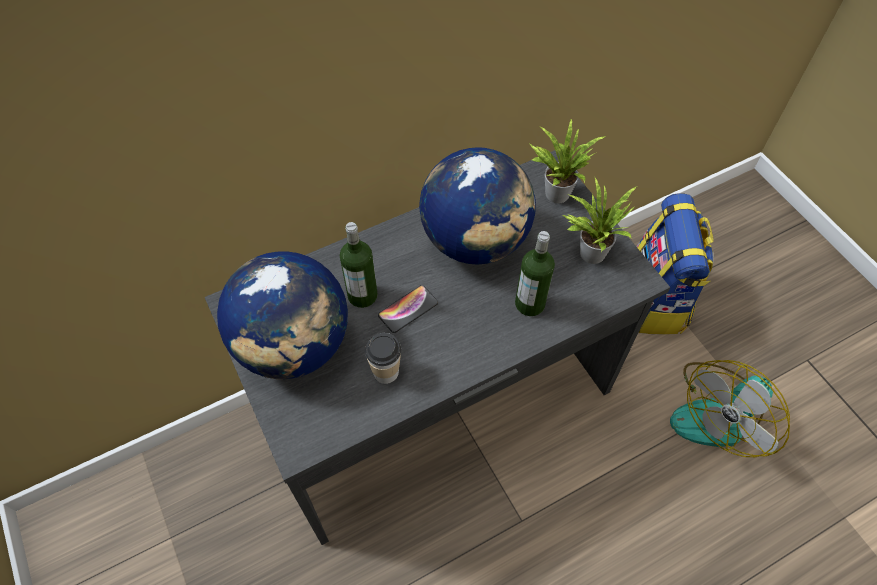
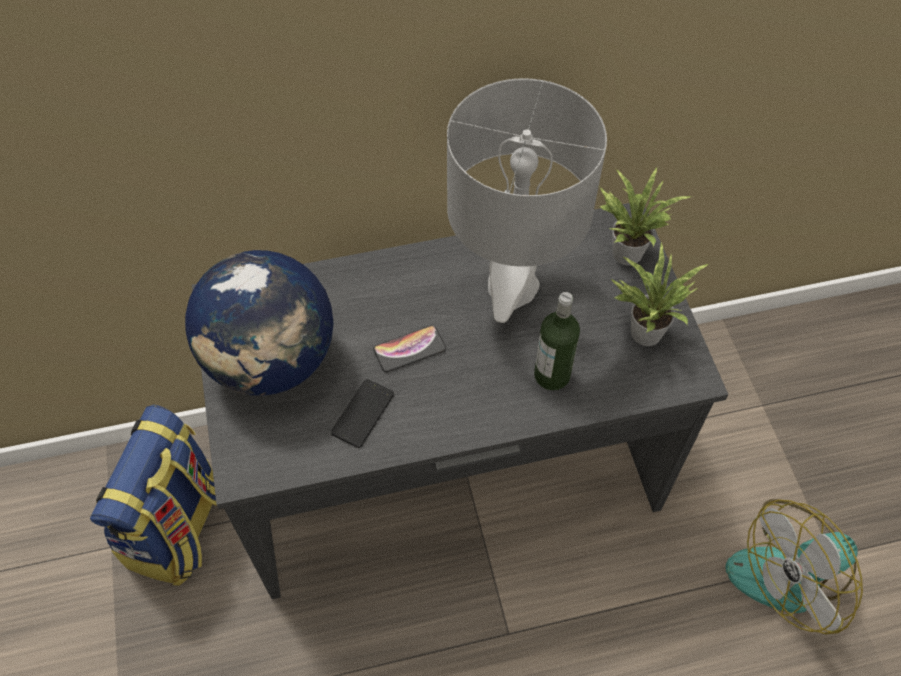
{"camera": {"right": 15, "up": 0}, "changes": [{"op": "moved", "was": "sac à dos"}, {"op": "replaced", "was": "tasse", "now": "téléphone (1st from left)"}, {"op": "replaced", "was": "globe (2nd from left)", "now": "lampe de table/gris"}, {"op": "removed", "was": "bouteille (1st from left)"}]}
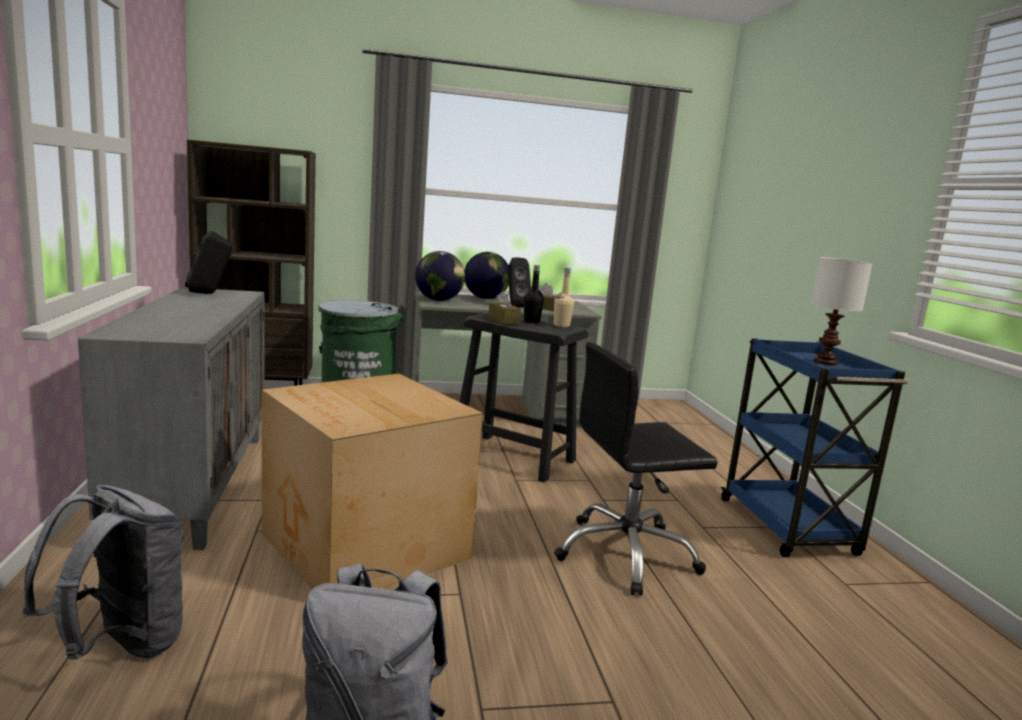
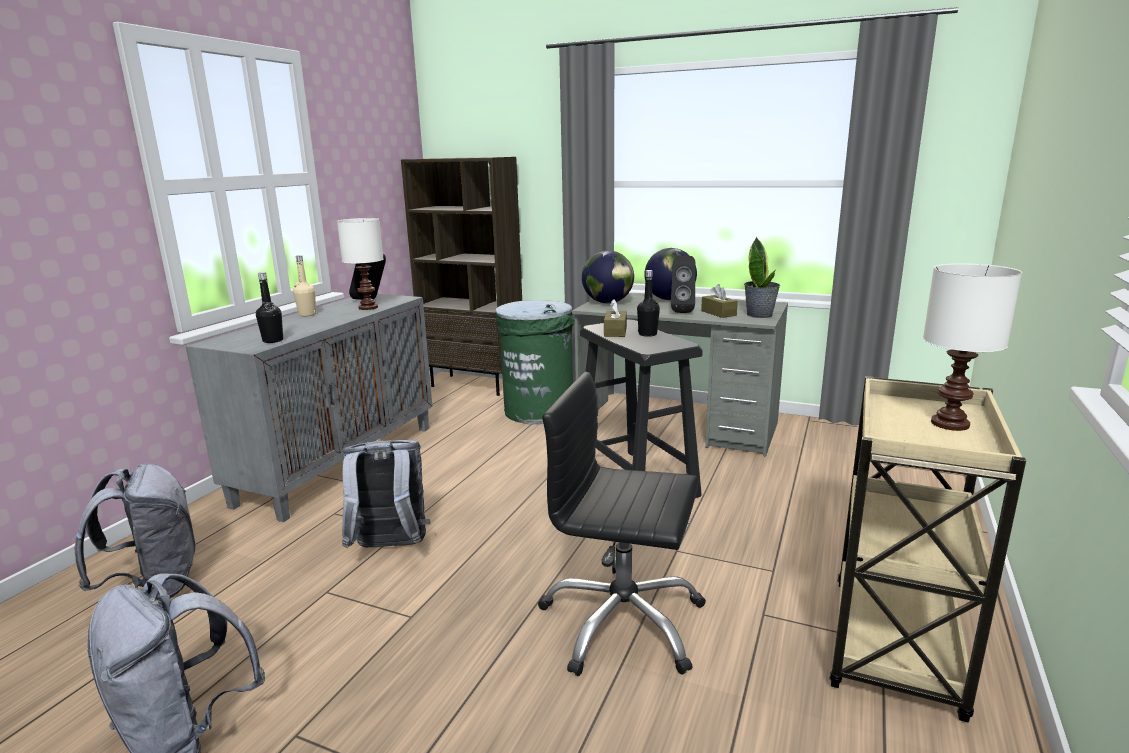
{"camera": {"right": 35, "up": 5}, "changes": [{"op": "added", "now": "bouteille/noir (1st from left)"}, {"op": "moved", "was": "bouteille/beige"}, {"op": "added", "now": "lampe de table/blanc (1st from left)"}, {"op": "replaced", "was": "carton", "now": "sac à dos/gris (3rd from left)"}, {"op": "added", "now": "plante en pot"}, {"op": "recoloured", "was": "chariot/bleu", "now": "chariot/beige"}]}
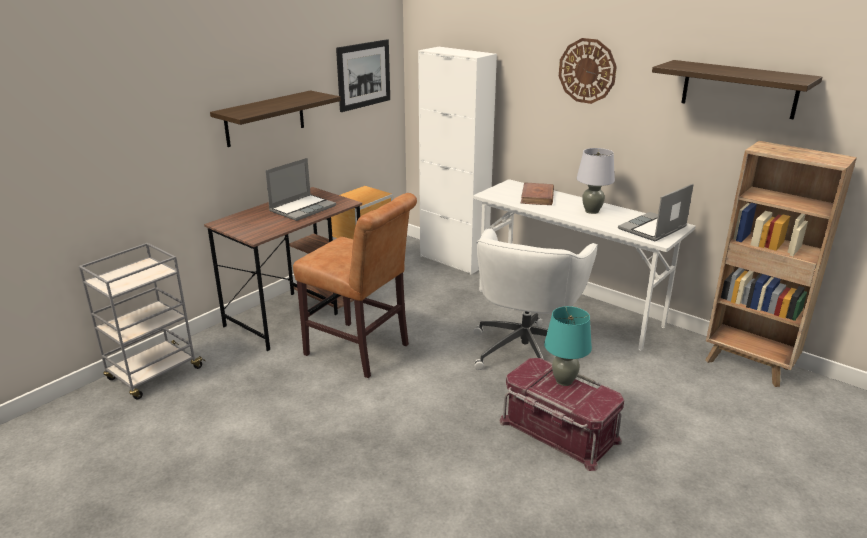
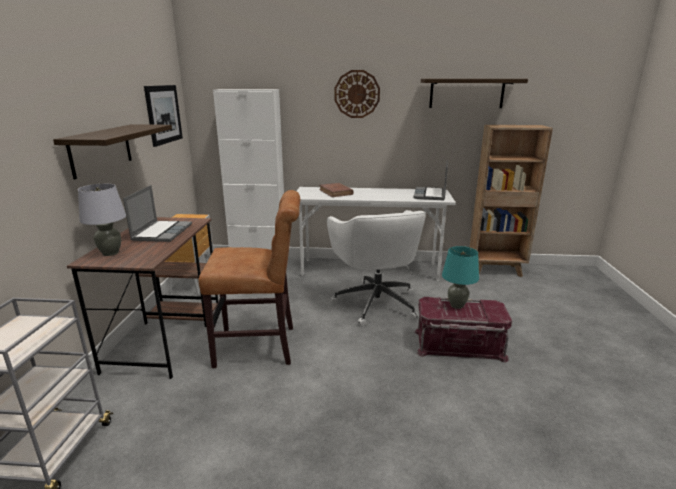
{"camera": {"right": -35, "up": -5}, "changes": [{"op": "moved", "was": "lampe de table/gris"}]}
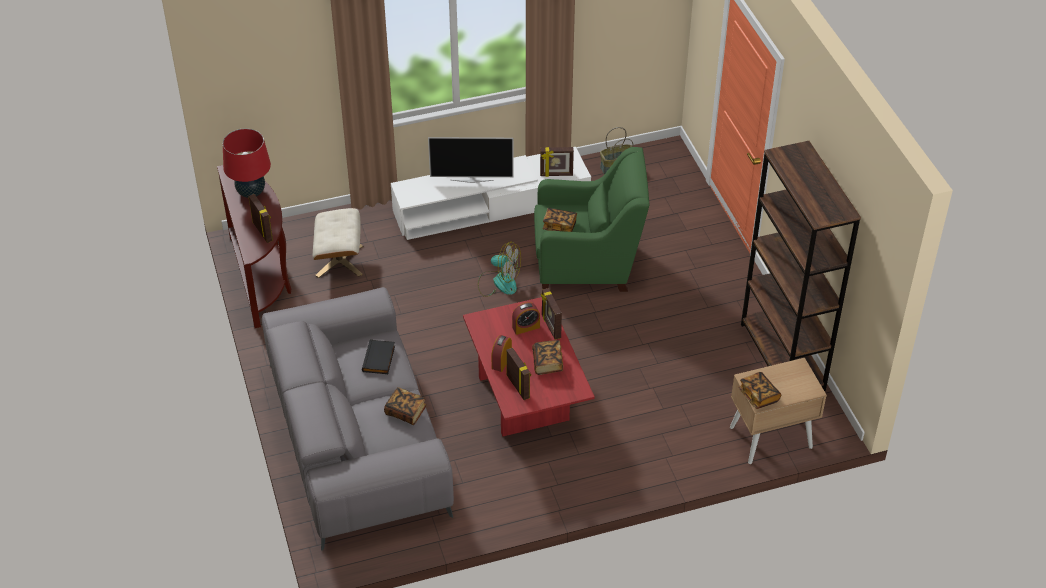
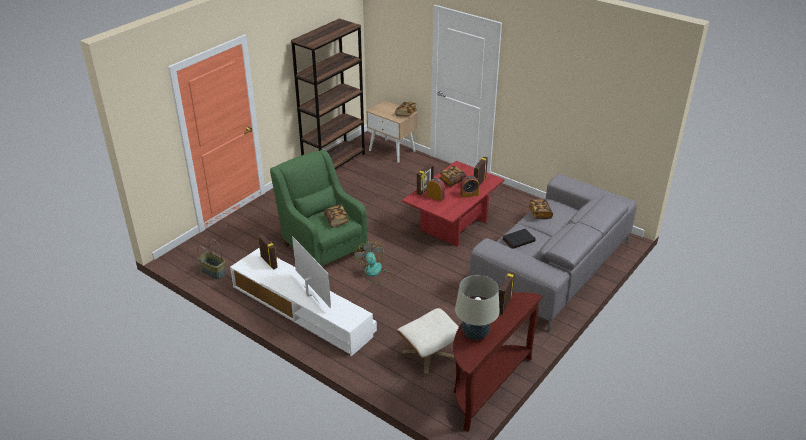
{"camera": {"right": -125, "up": -10}, "changes": [{"op": "recoloured", "was": "lampe de table/rouge", "now": "lampe de table/beige"}]}
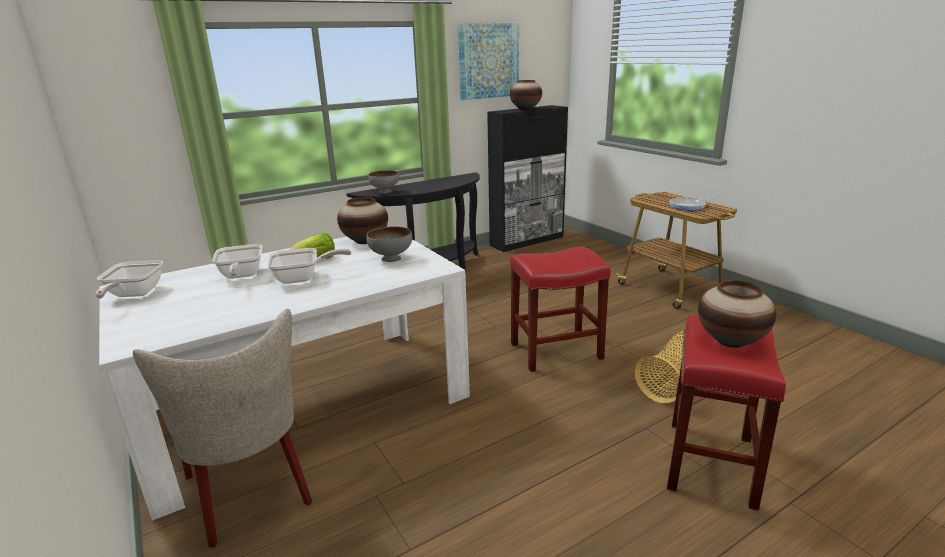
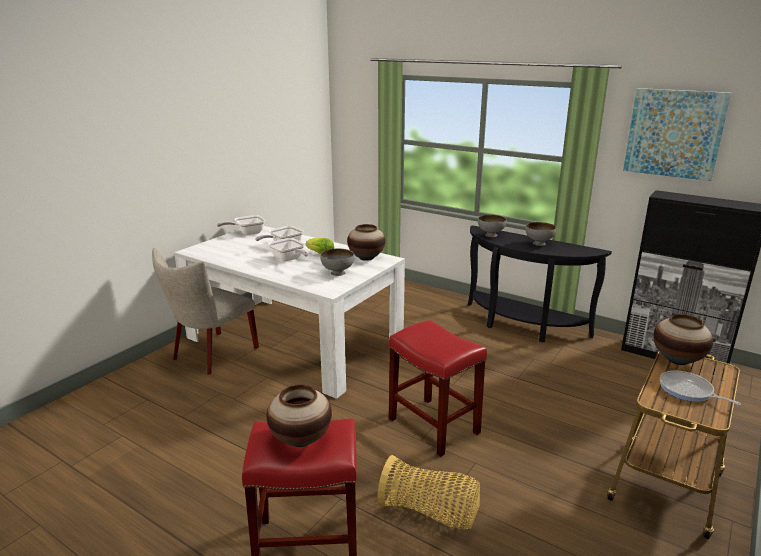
{"camera": {"right": 65, "up": 0}, "changes": [{"op": "added", "now": "bol/gris (3rd from left)"}, {"op": "moved", "was": "vase (2nd from left in the first image)", "now": "vase (3rd from left)"}]}
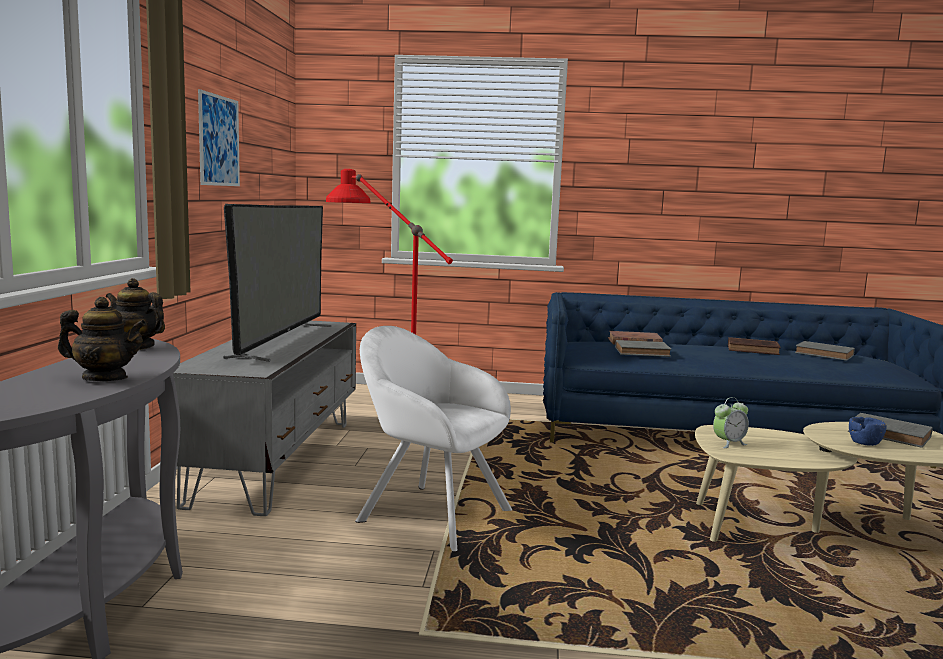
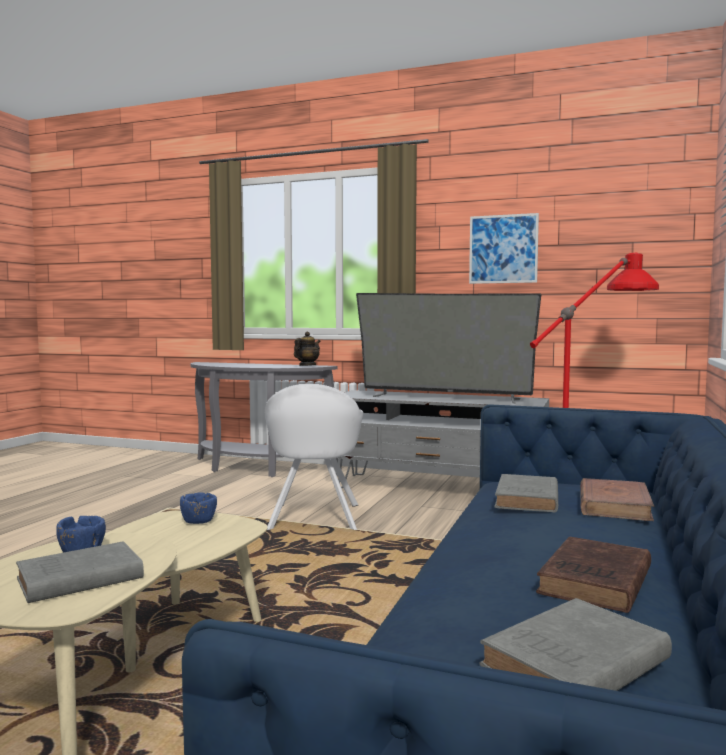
{"camera": {"right": 105, "up": -5}, "changes": [{"op": "replaced", "was": "réveil", "now": "bol/bleu (2nd from left)"}, {"op": "turned", "was": "fauteuil/blanc", "clockwise": 135}, {"op": "removed", "was": "théière (1st from left)"}]}
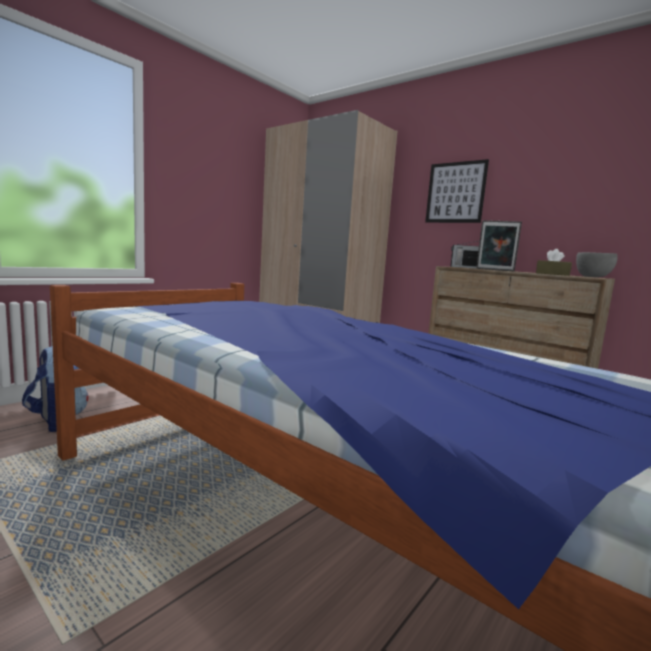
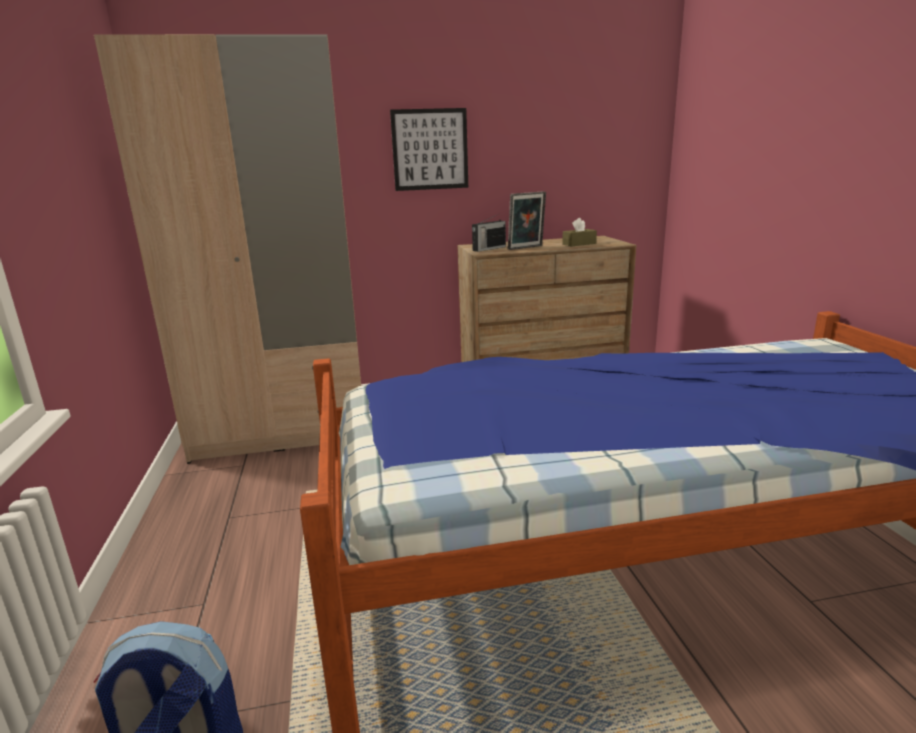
{"camera": {"right": -50, "up": 10}, "changes": [{"op": "removed", "was": "bol/gris"}]}
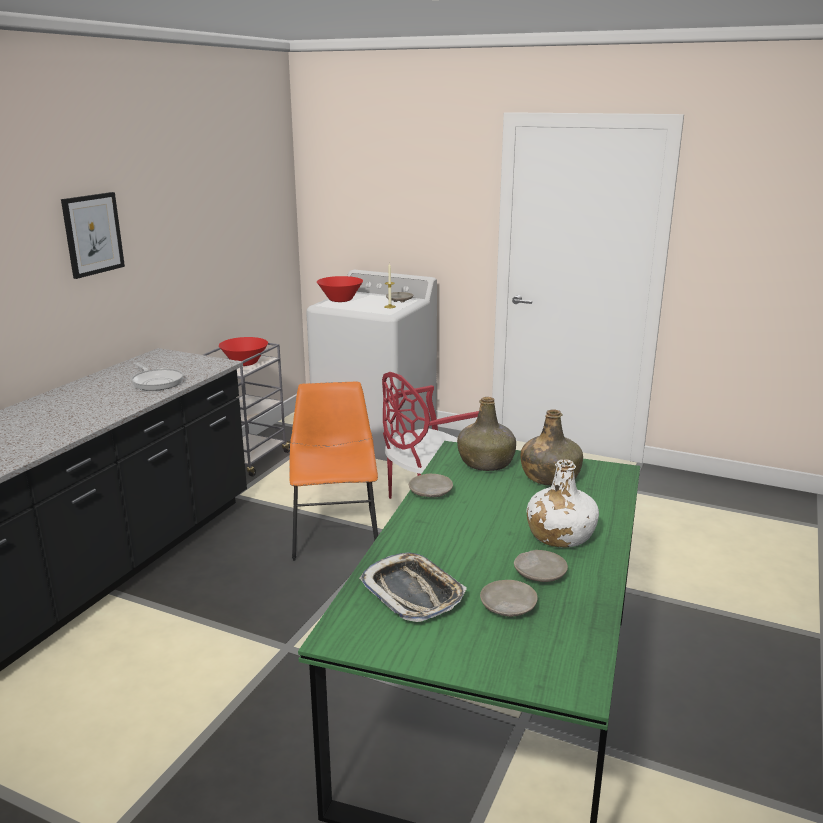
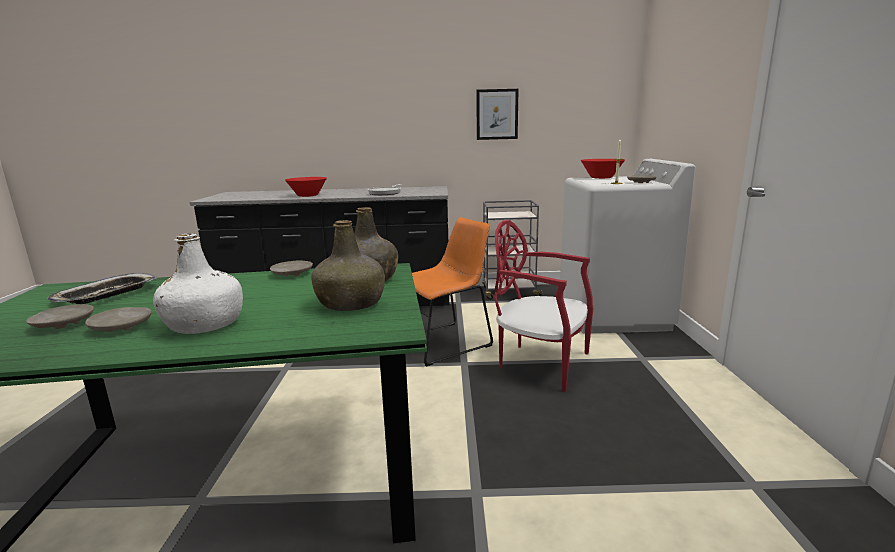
{"camera": {"right": 65, "up": -5}, "changes": [{"op": "moved", "was": "bol/rouge (1st from left)"}, {"op": "moved", "was": "tableau"}]}
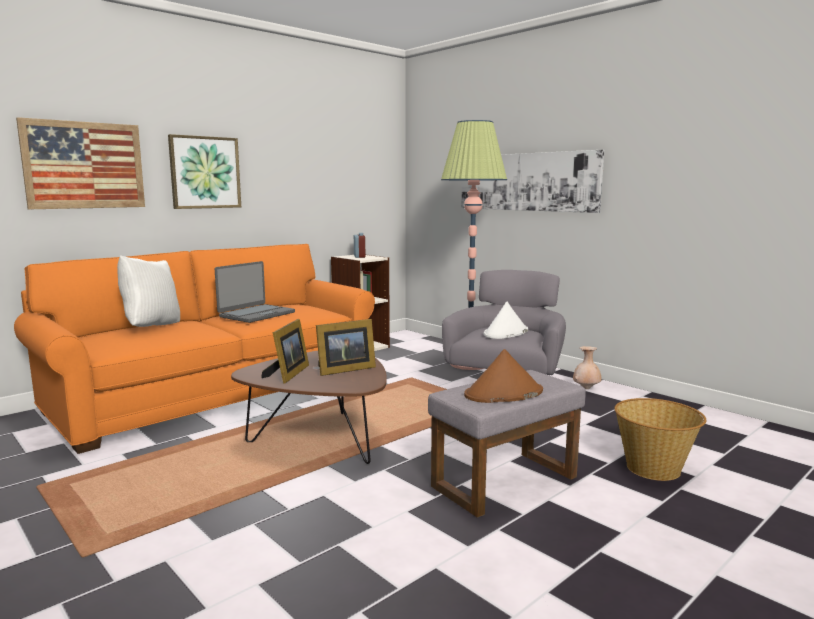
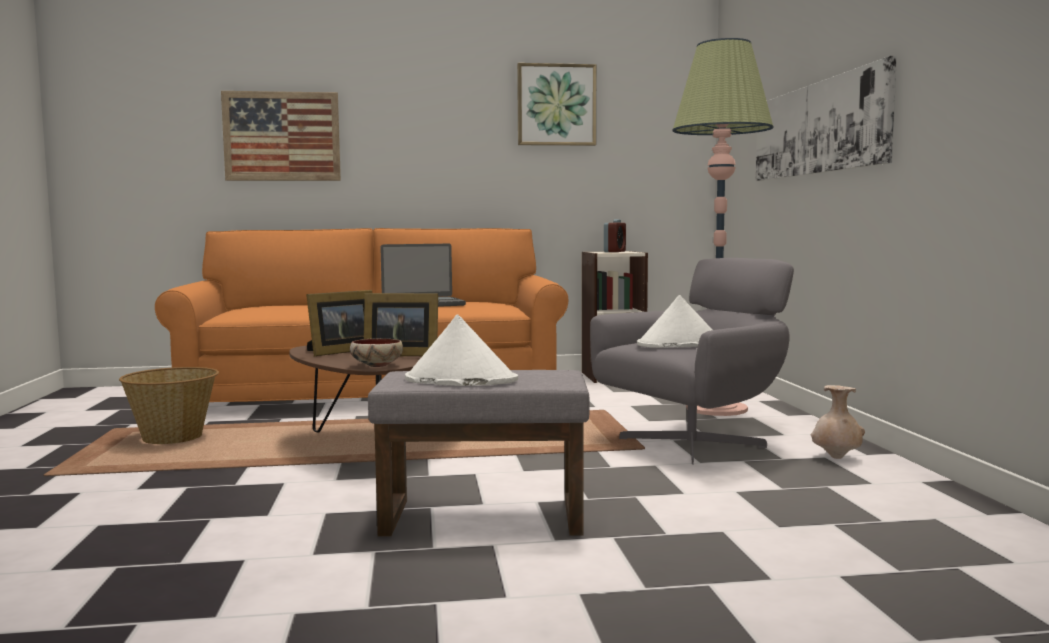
{"camera": {"right": 35, "up": -5}, "changes": [{"op": "moved", "was": "panier"}, {"op": "added", "now": "bol"}, {"op": "recoloured", "was": "chapeau/marron", "now": "chapeau/blanc (1st from left)"}, {"op": "moved", "was": "tableau (2nd from left)"}, {"op": "removed", "was": "coussin/blanc"}]}
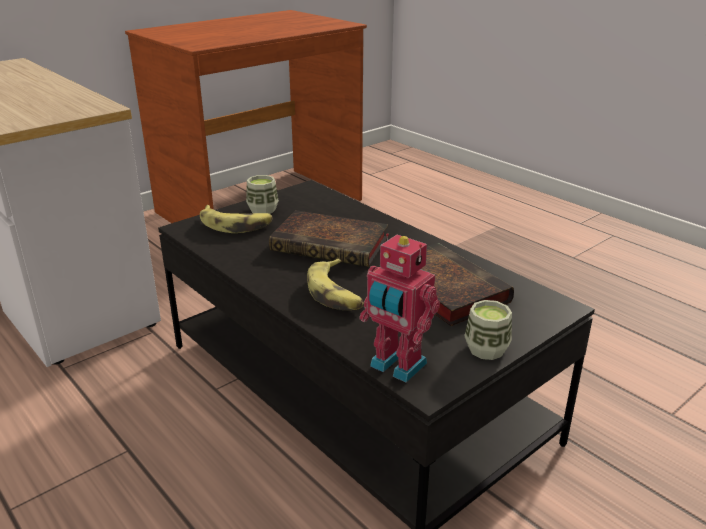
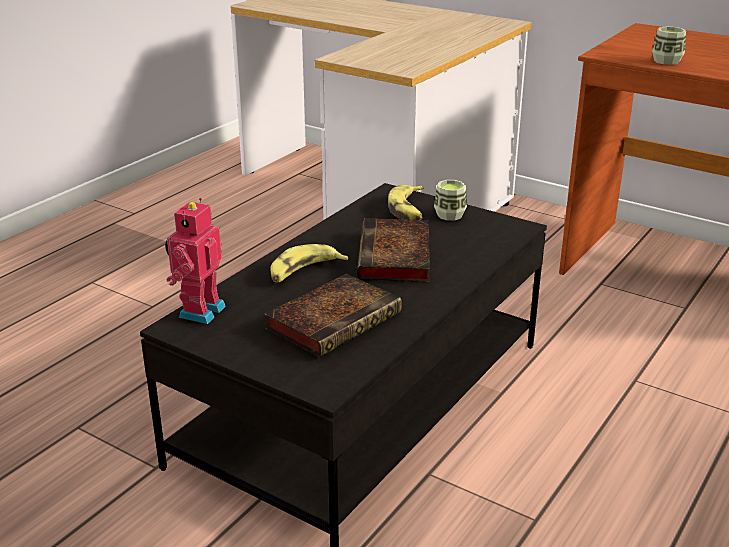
{"camera": {"right": 75, "up": 0}, "changes": [{"op": "moved", "was": "tasse (2nd from left)"}]}
